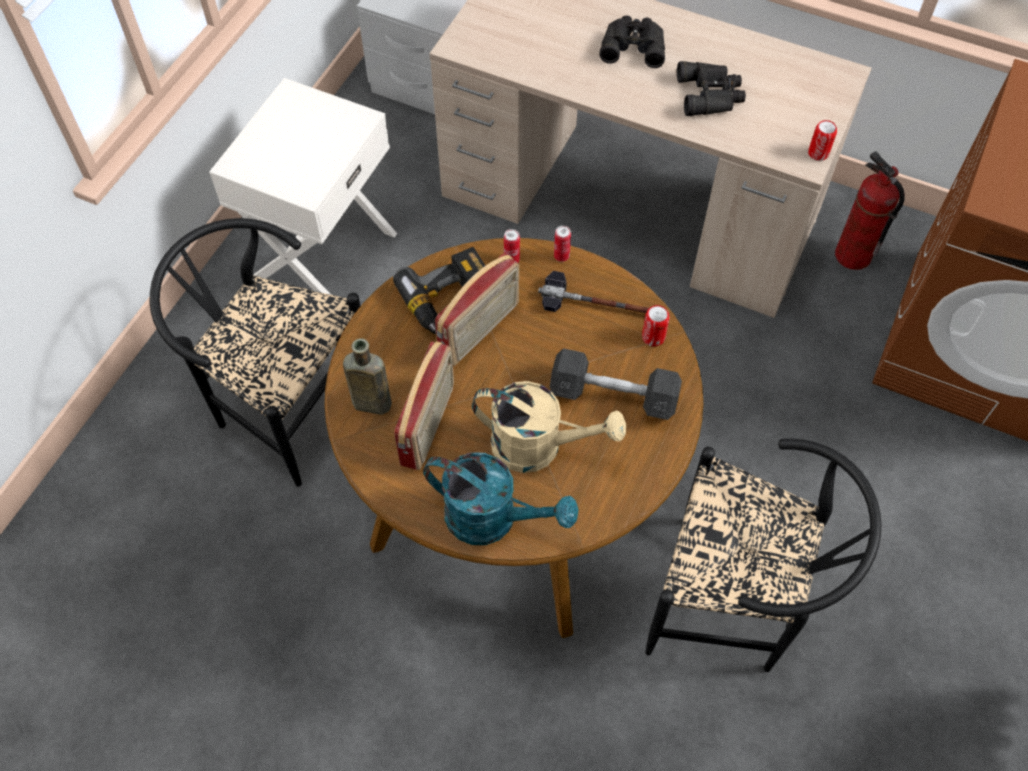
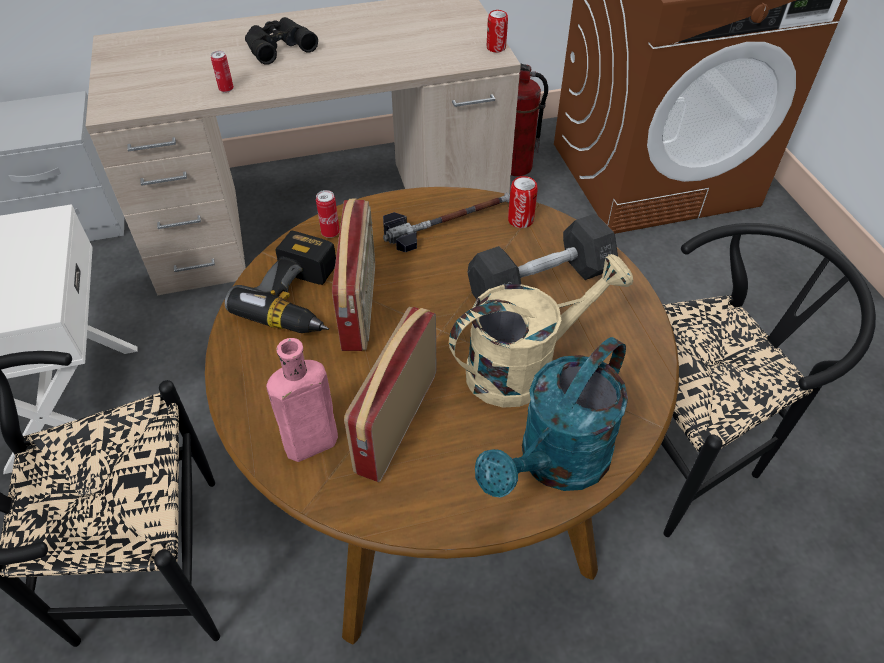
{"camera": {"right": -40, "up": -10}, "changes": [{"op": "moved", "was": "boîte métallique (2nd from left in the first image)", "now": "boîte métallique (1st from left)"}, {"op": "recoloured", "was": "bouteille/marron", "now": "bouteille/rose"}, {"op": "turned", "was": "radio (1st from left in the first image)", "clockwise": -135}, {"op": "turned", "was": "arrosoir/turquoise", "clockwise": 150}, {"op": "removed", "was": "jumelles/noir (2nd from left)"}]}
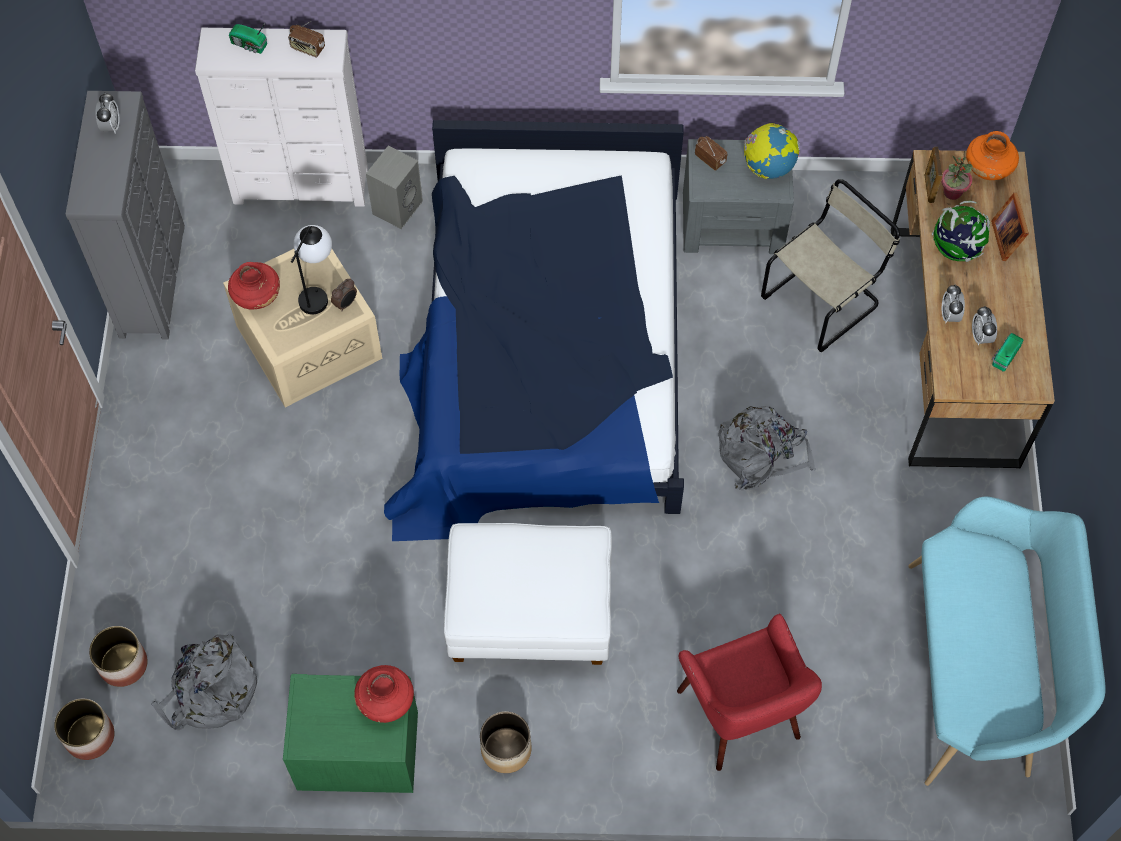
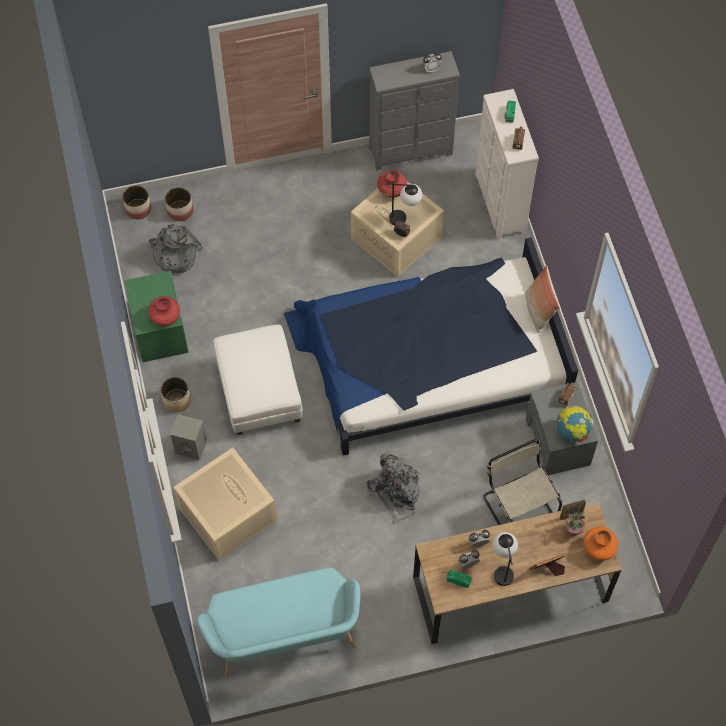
{"camera": {"right": 75, "up": 0}, "changes": [{"op": "moved", "was": "enceinte/gris"}, {"op": "replaced", "was": "fauteuil/rouge", "now": "boîte de rangement/beige (1st from left)"}, {"op": "turned", "was": "chaise/beige", "clockwise": -150}, {"op": "added", "now": "lampe de table (2nd from left)"}, {"op": "added", "now": "coussin"}, {"op": "removed", "was": "globe (2nd from left)"}]}
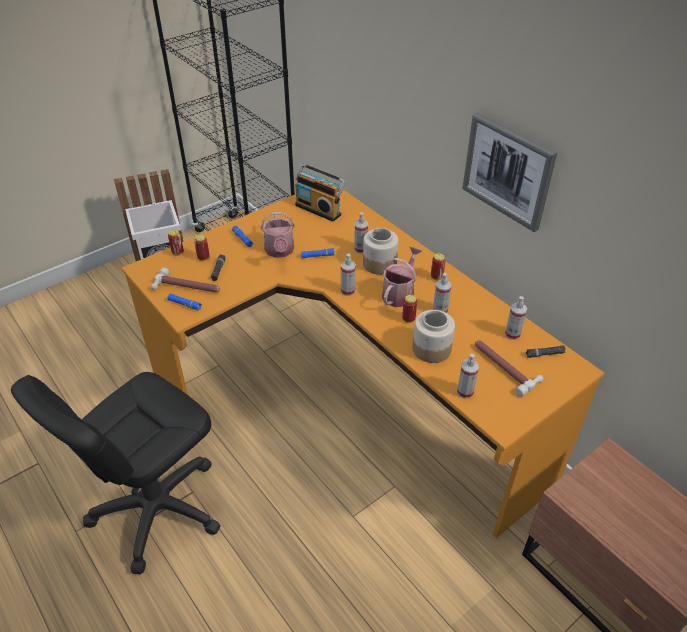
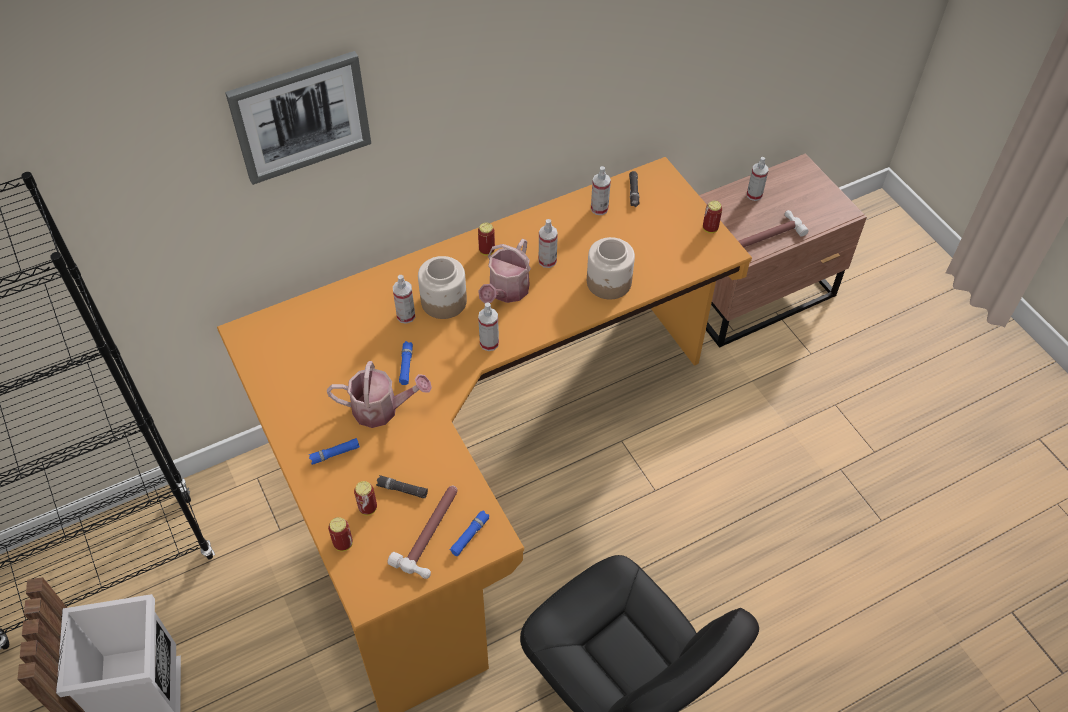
{"camera": {"right": -80, "up": 10}, "changes": [{"op": "moved", "was": "tableau"}, {"op": "turned", "was": "arrosoir (2nd from left)", "clockwise": -105}, {"op": "moved", "was": "boîte métallique (3rd from left in the first image)", "now": "boîte métallique (4th from left)"}, {"op": "moved", "was": "marteau (2nd from left)"}, {"op": "moved", "was": "vaporisateur (4th from left in the first image)", "now": "vaporisateur (5th from left)"}, {"op": "removed", "was": "radio"}]}
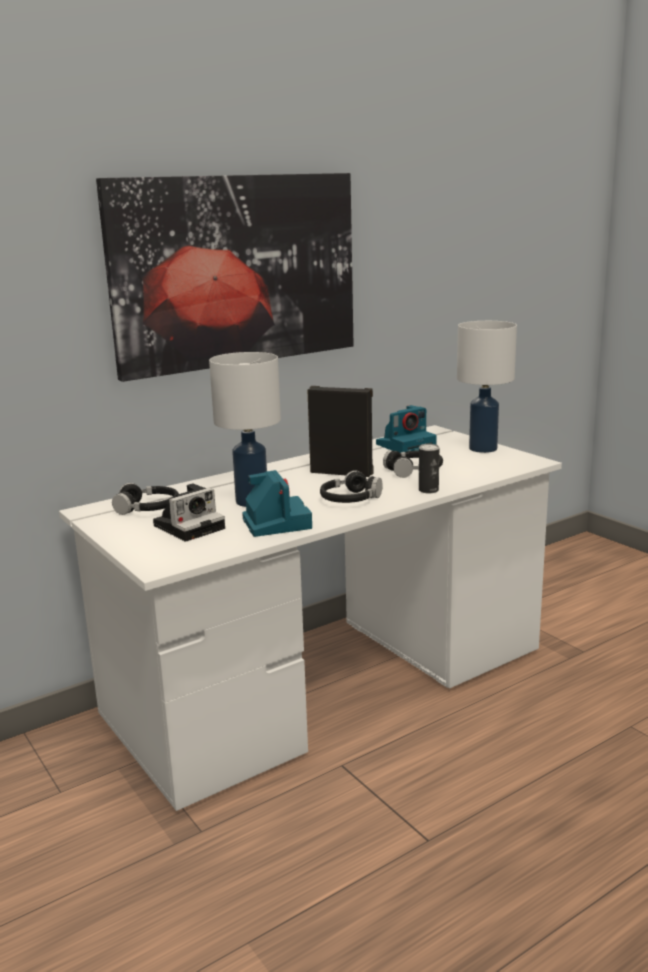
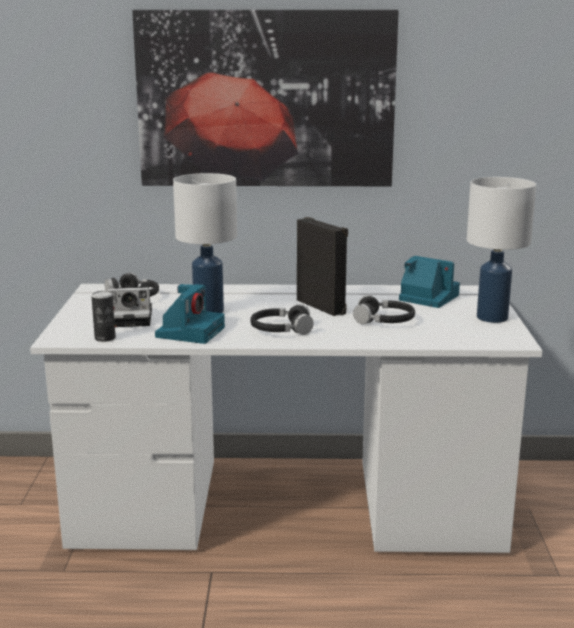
{"camera": {"right": 35, "up": 0}, "changes": [{"op": "moved", "was": "boîte métallique"}, {"op": "turned", "was": "appareil photo (3rd from left)", "clockwise": -150}]}
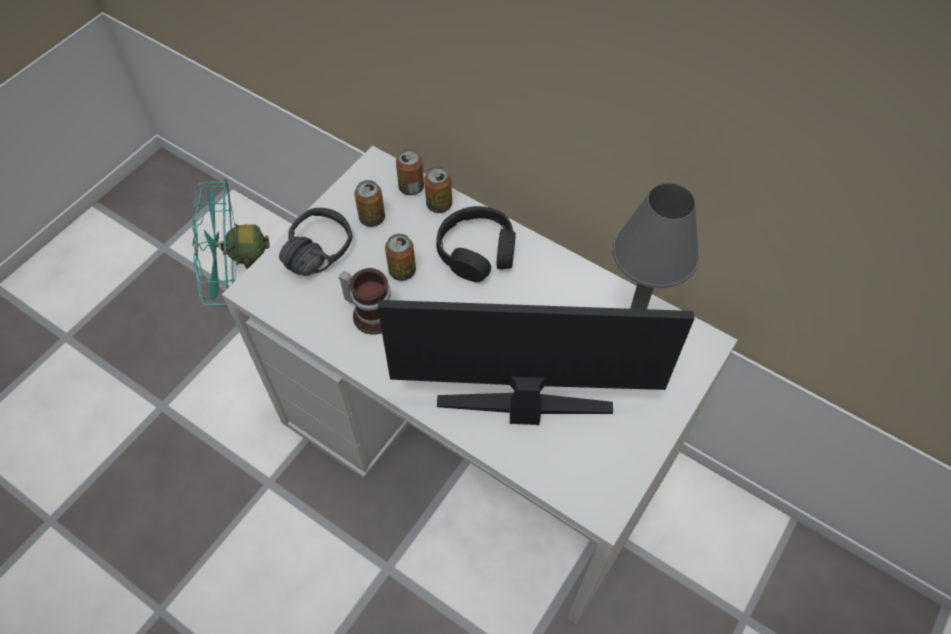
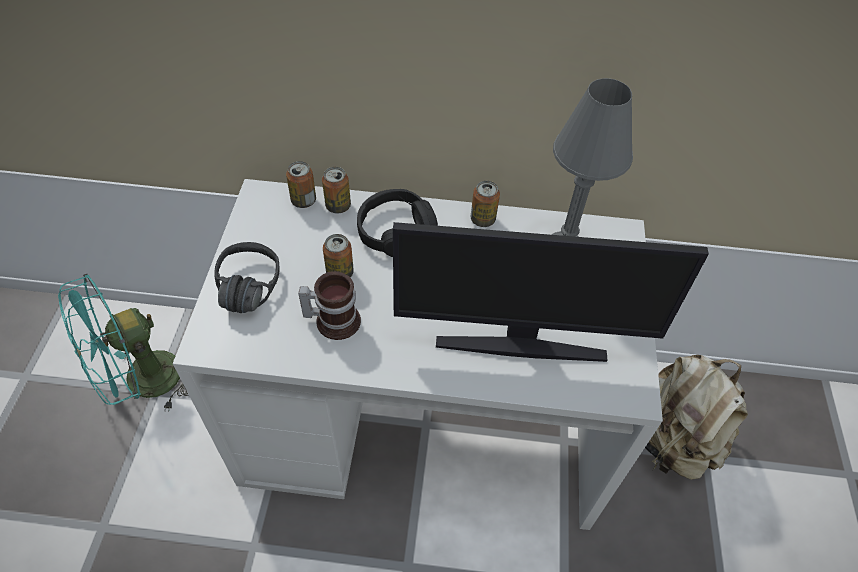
{"camera": {"right": -30, "up": -5}, "changes": [{"op": "turned", "was": "écran d'ordinateur", "clockwise": -150}, {"op": "moved", "was": "boîte métallique (1st from left in the first image)", "now": "boîte métallique (4th from left)"}, {"op": "added", "now": "sac à dos/beige"}]}
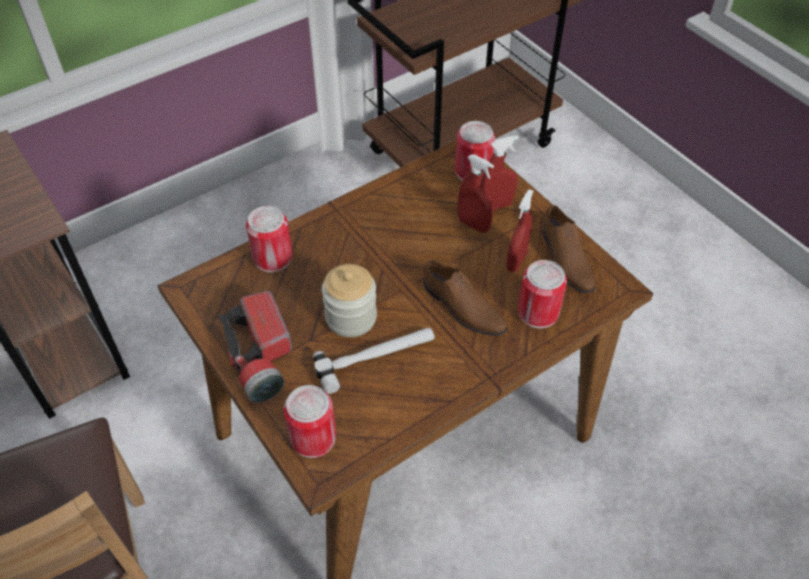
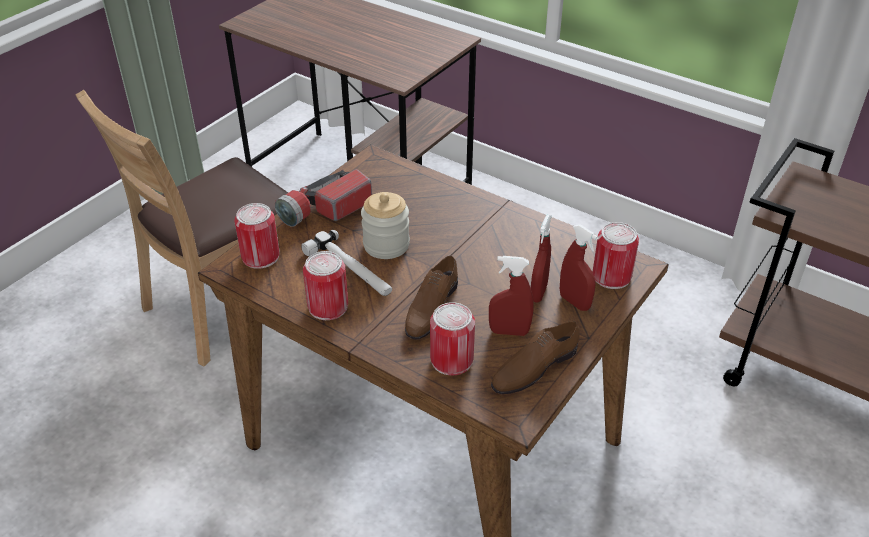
{"camera": {"right": 70, "up": -10}, "changes": [{"op": "moved", "was": "boîte métallique (1st from left in the first image)", "now": "boîte métallique (2nd from left)"}]}
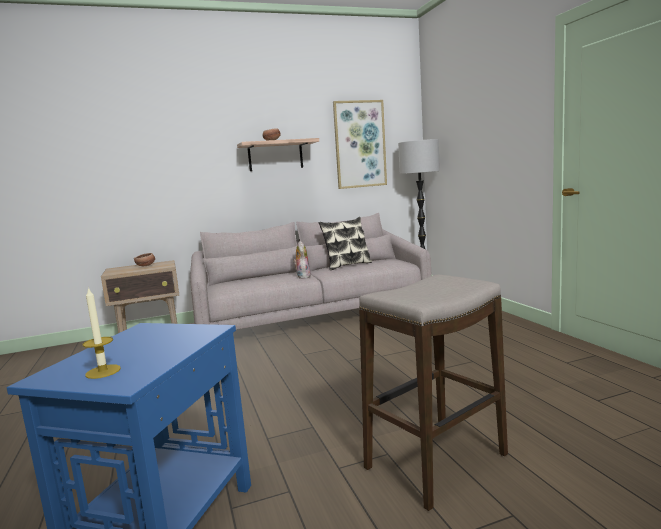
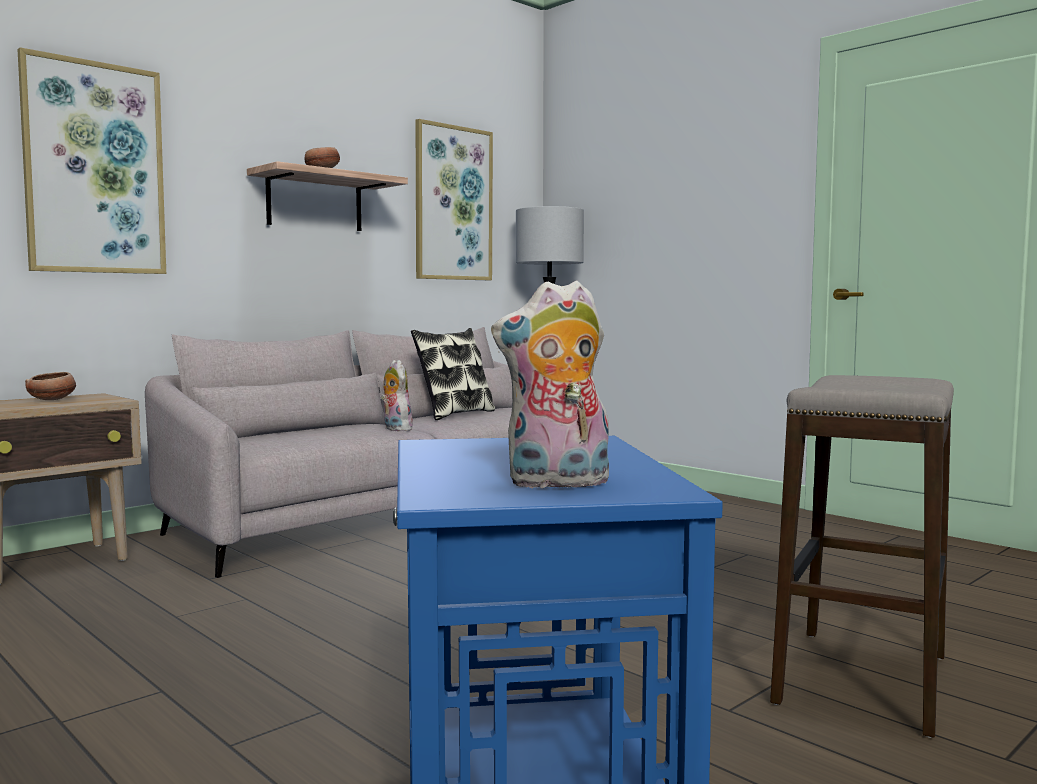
{"camera": {"right": -25, "up": -5}, "changes": [{"op": "added", "now": "tableau (1st from left)"}, {"op": "replaced", "was": "bougie", "now": "peluche (2nd from left)"}]}
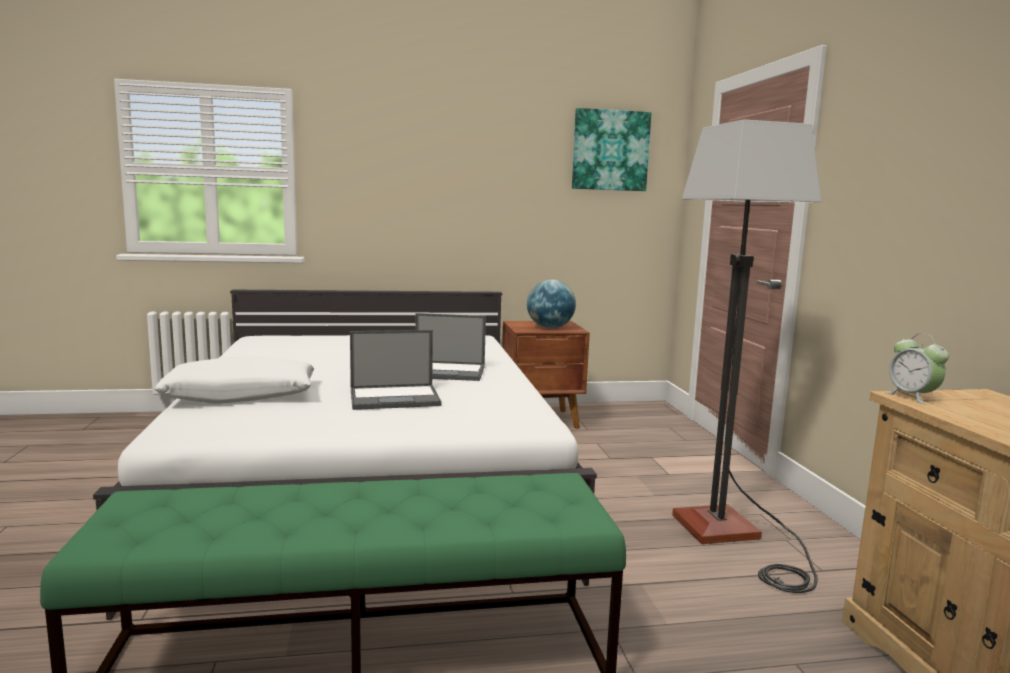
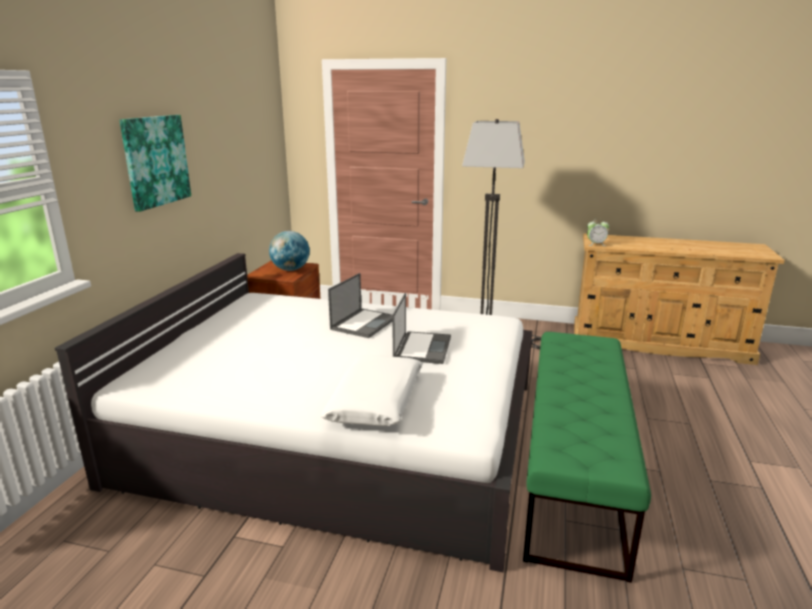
{"camera": {"right": -65, "up": 10}, "changes": [{"op": "moved", "was": "tableau"}]}
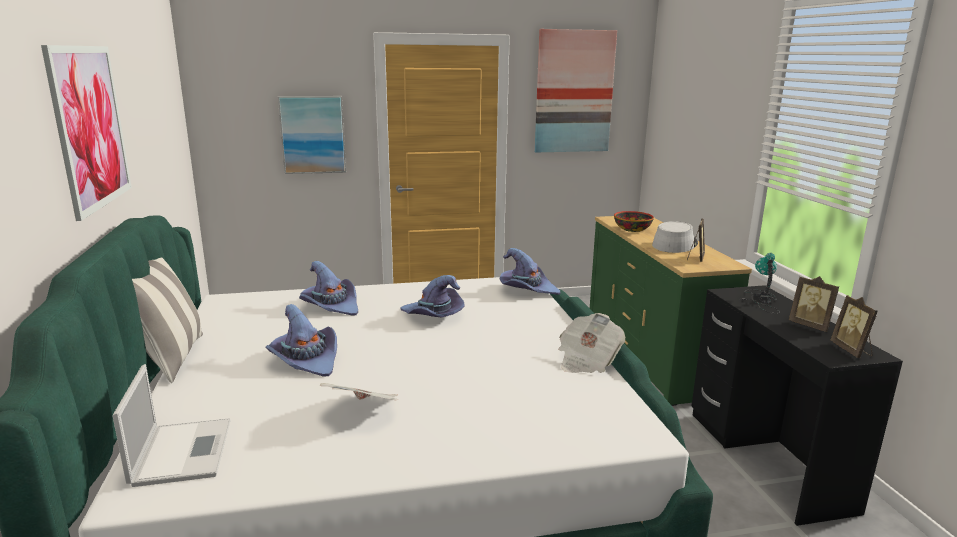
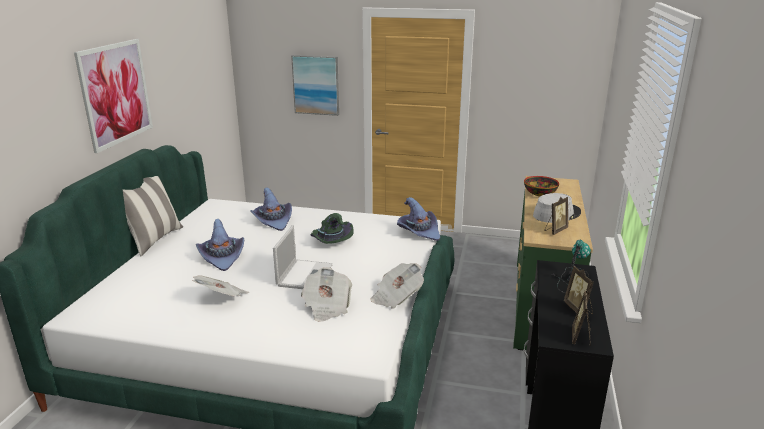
{"camera": {"right": 25, "up": 5}, "changes": [{"op": "moved", "was": "ordinateur portable"}, {"op": "added", "now": "journal (2nd from left)"}, {"op": "recoloured", "was": "chapeau/violet (3rd from left)", "now": "chapeau/vert"}, {"op": "removed", "was": "tableau (3rd from left)"}]}
